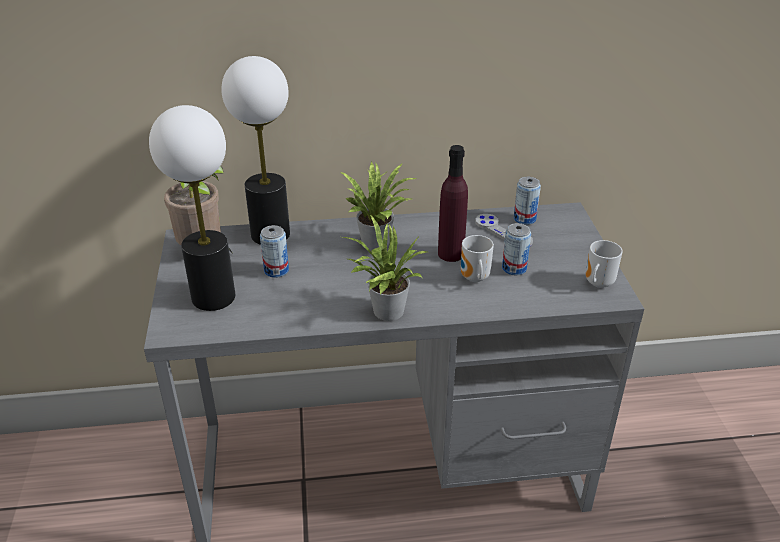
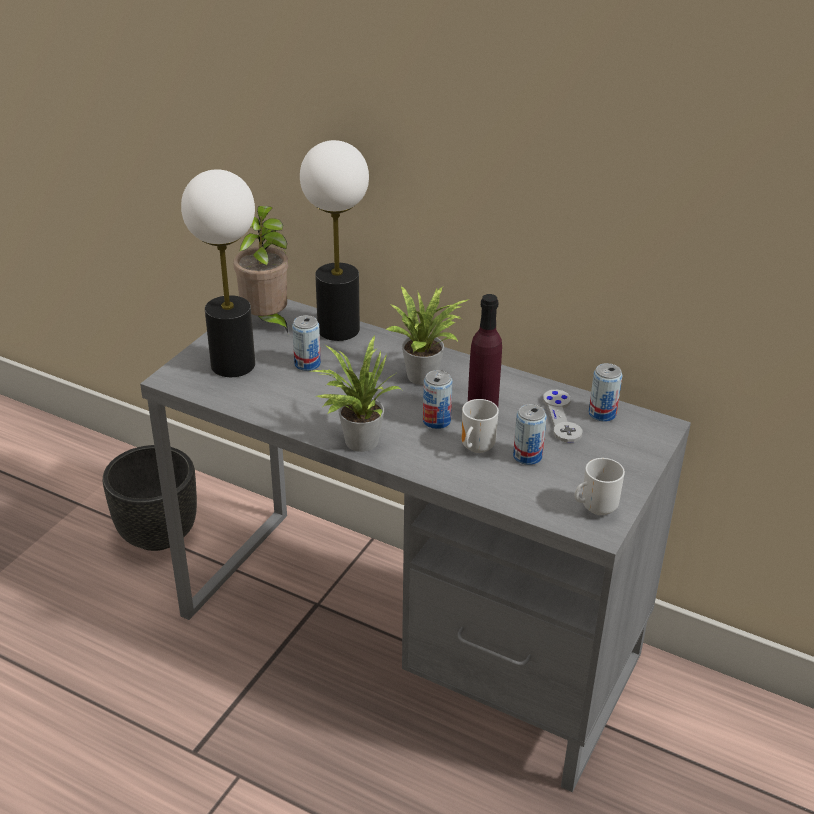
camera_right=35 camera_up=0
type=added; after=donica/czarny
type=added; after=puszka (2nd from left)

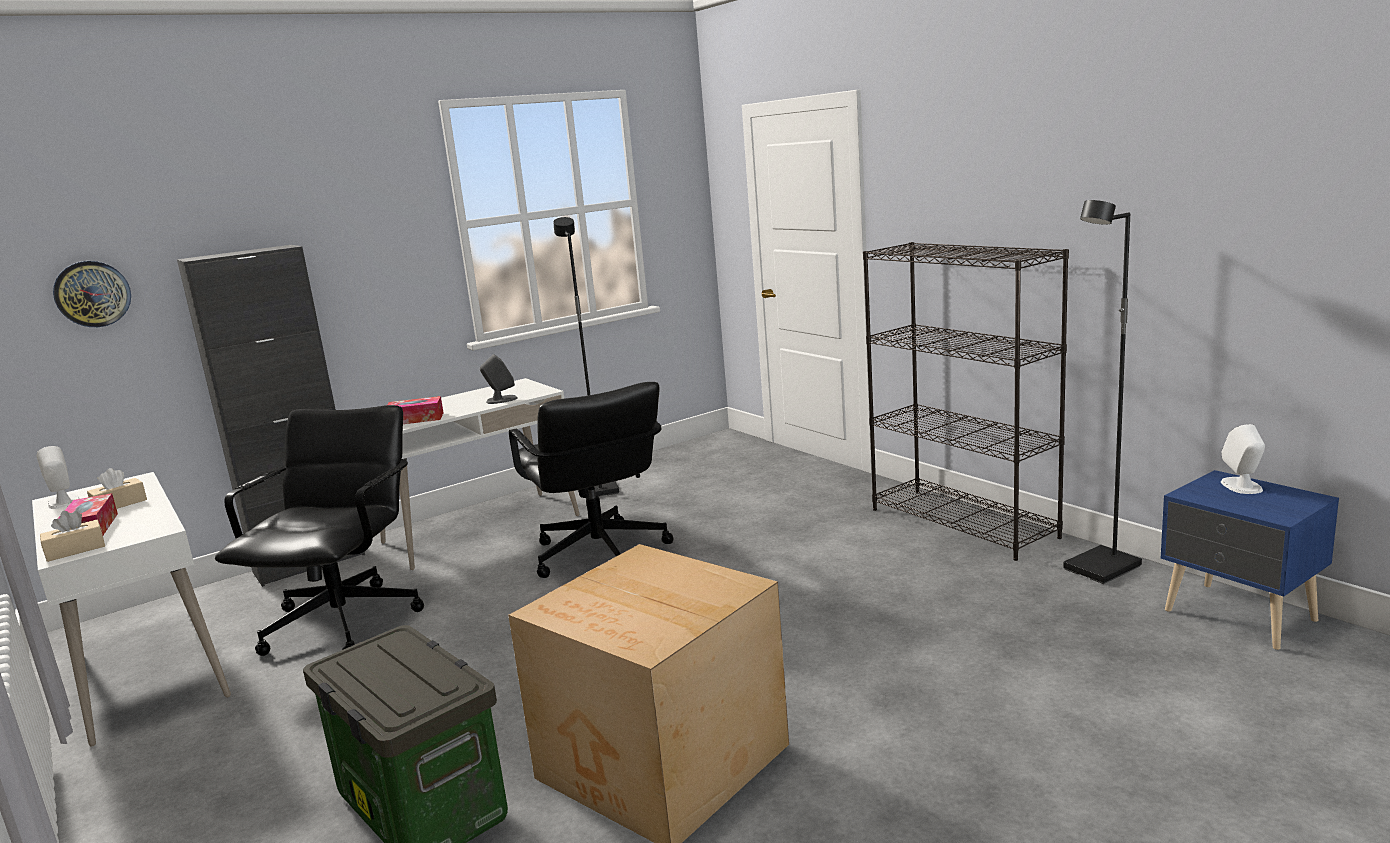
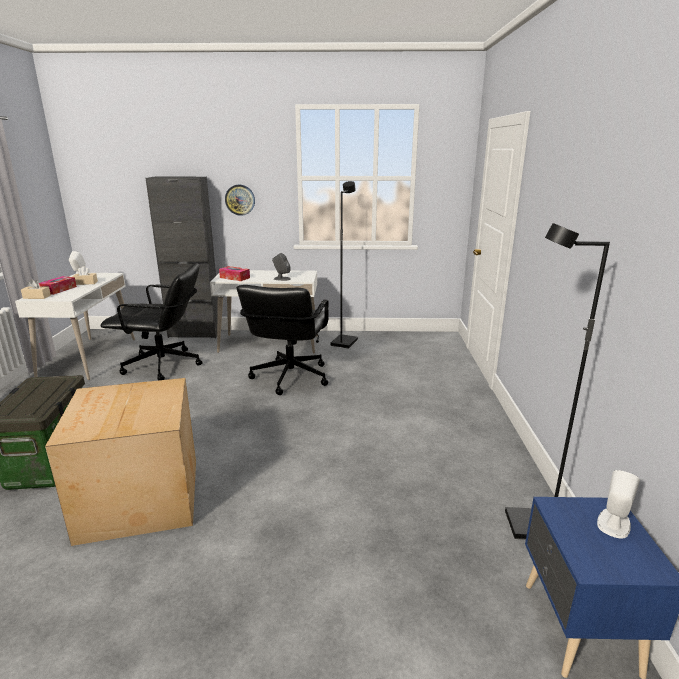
camera_right=35 camera_up=5
type=moved; before=zegar ścienny
type=turned; before=krzesło biurowe/czarny (1st from left); turn=45
type=removed; before=regał/czarny

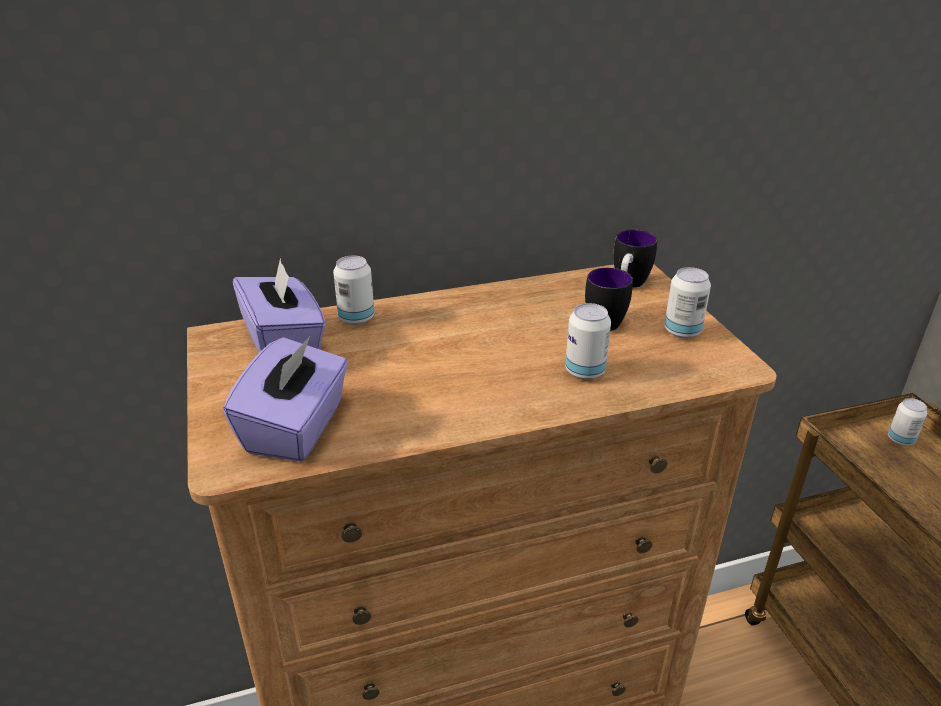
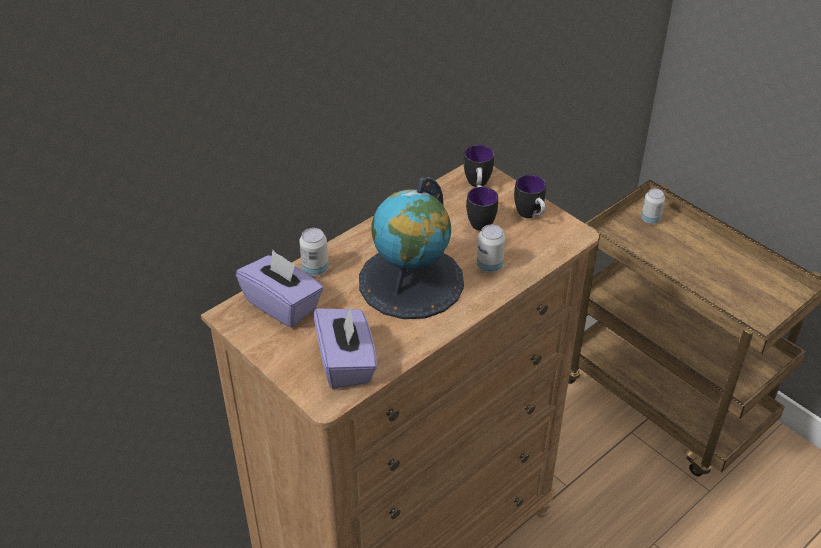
camera_right=-25 camera_up=10
type=replaced; before=puszka (3rd from left); after=kubek (3rd from left)
type=added; after=globus

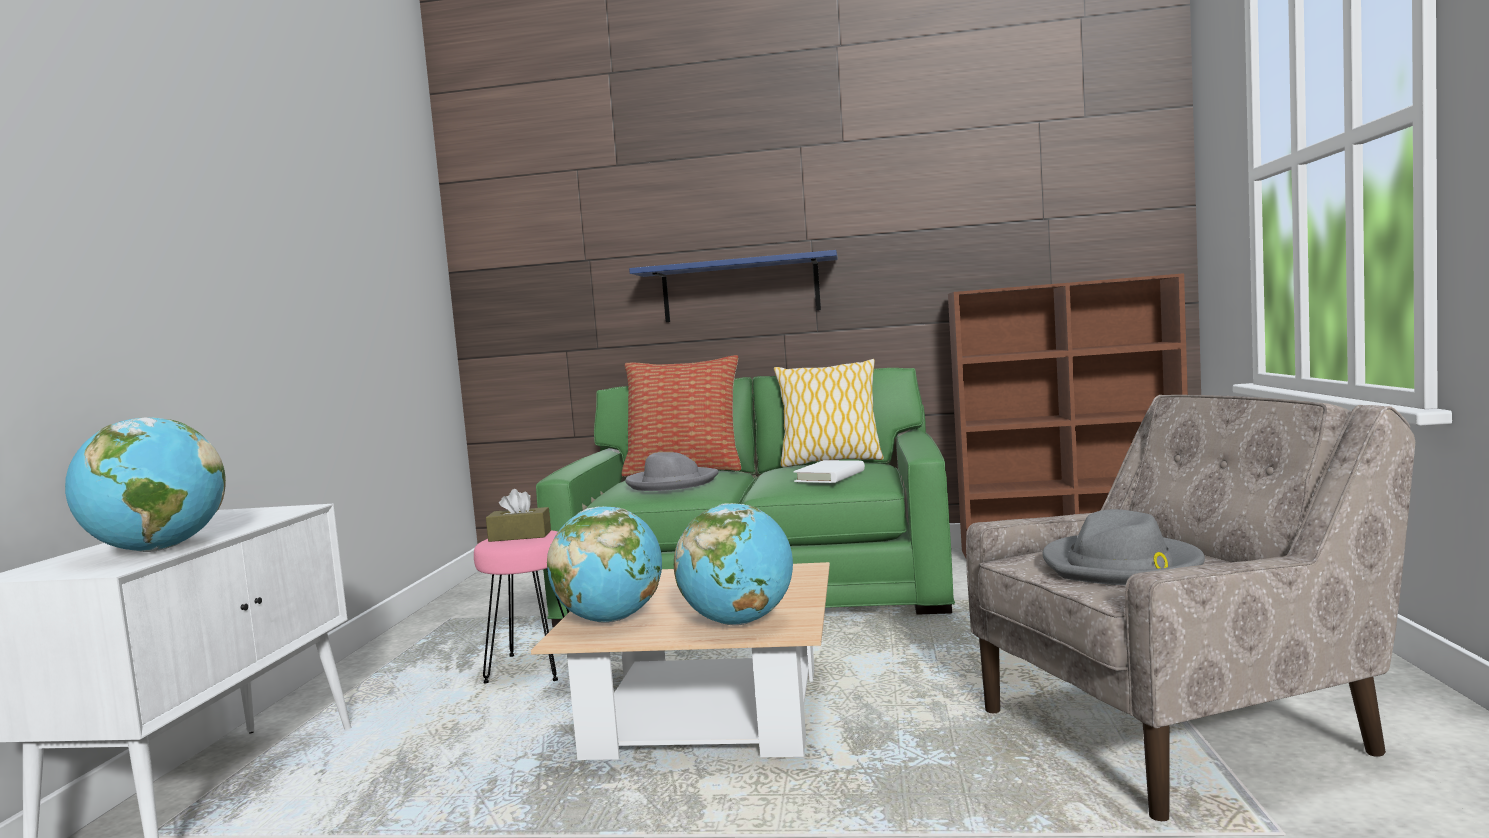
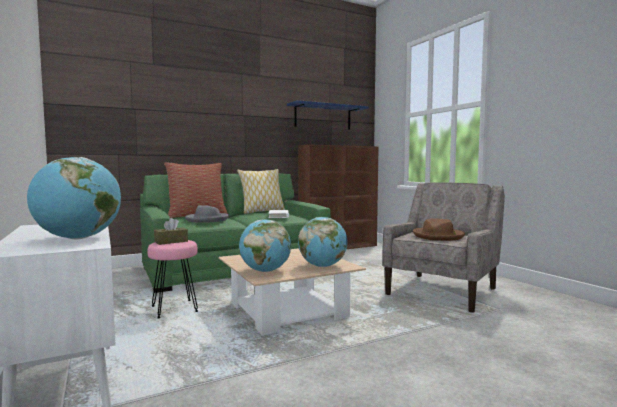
camera_right=-35 camera_up=0
type=moved; before=półka/niebieski
type=recoloured; before=kapelusz/szary (2nd from left); after=kapelusz/brązowy

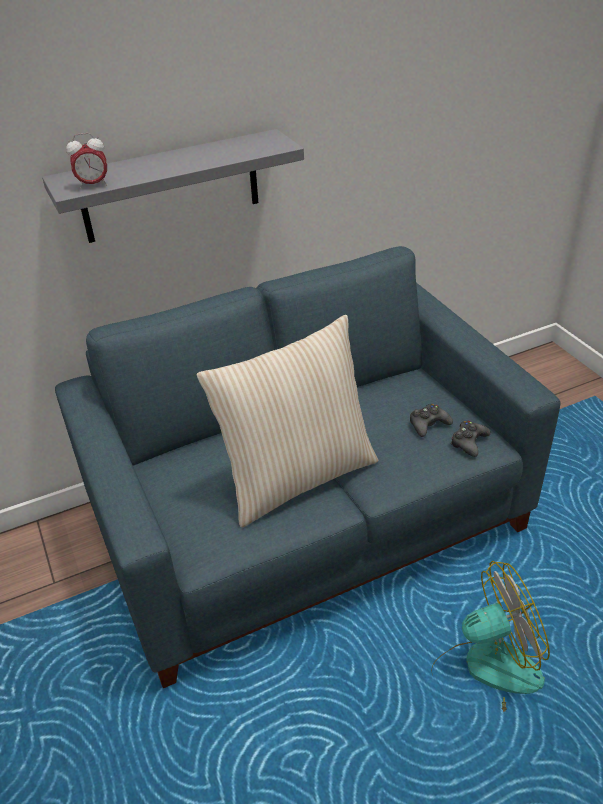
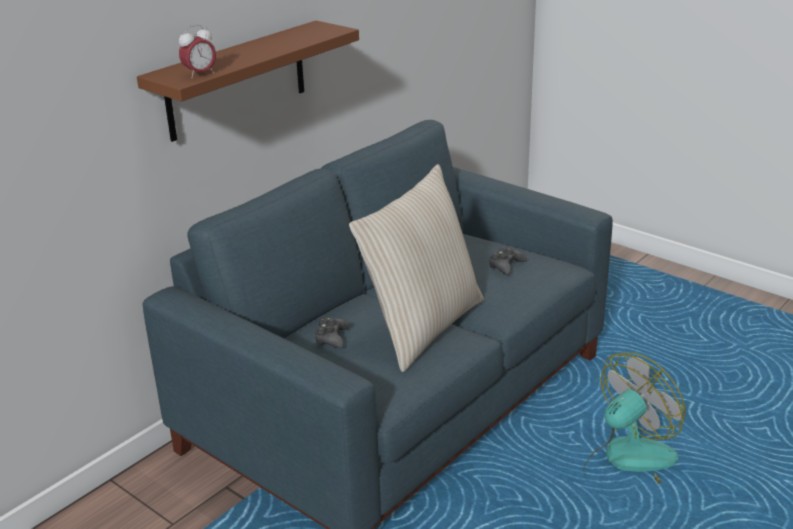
camera_right=-25 camera_up=-10
type=recoloured; before=półka/szary; after=półka/brązowy
type=moved; before=pad do gier/czarny (2nd from left in the first image); after=pad do gier/czarny (1st from left)

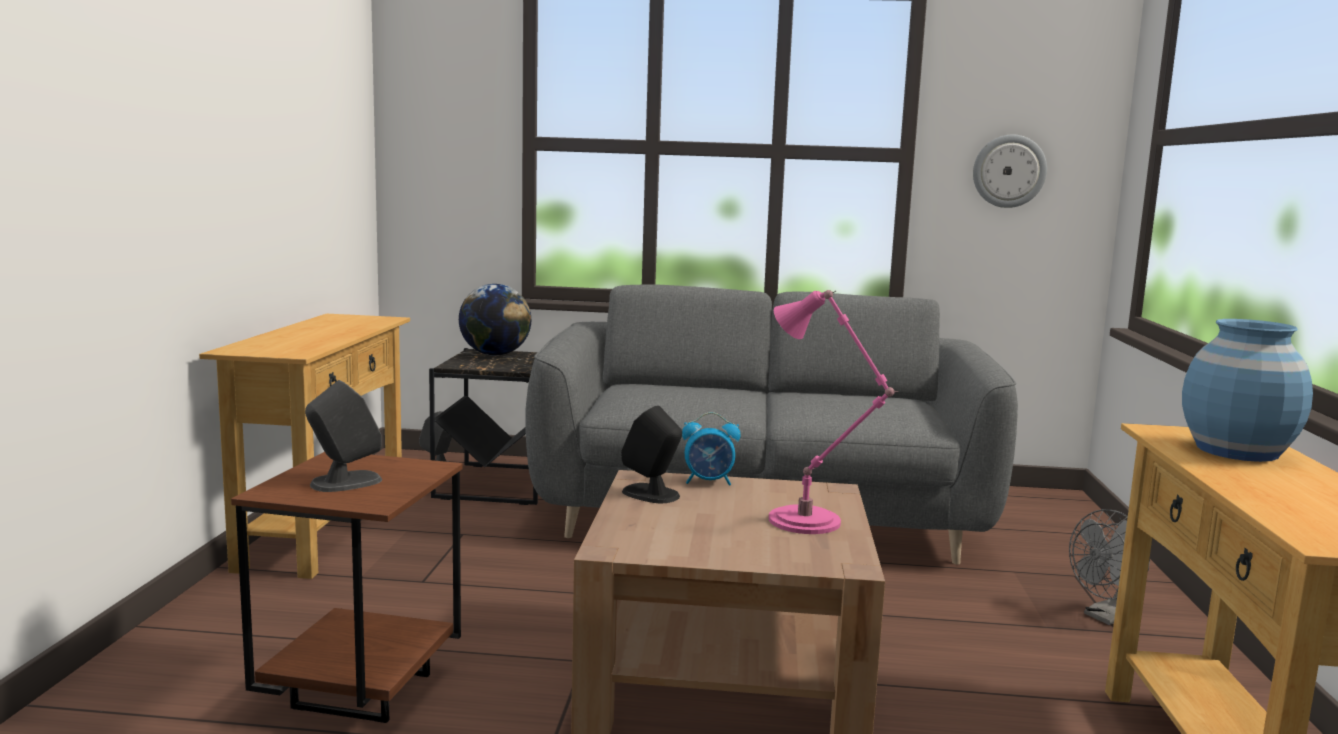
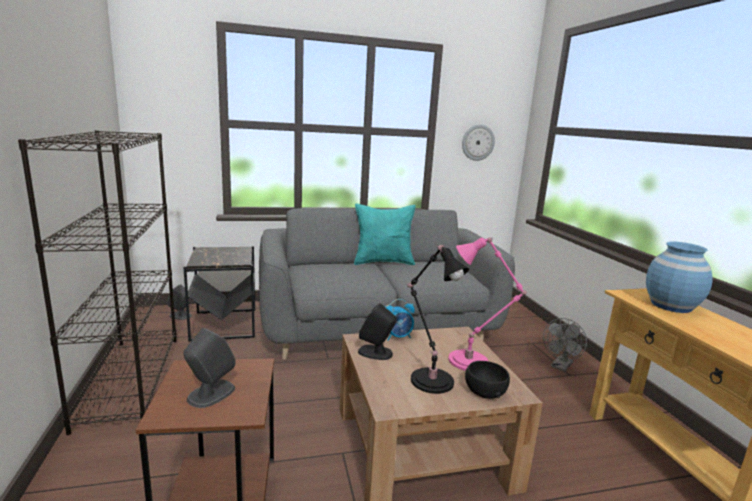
camera_right=-20 camera_up=5
type=replaced; before=stolik konsolowy/beżowy (1st from left); after=regał/czarny
type=removed; before=globus
type=added; after=poduszka/turkusowy
type=added; after=lampa stołowa/czarny
type=added; after=miska/czarny

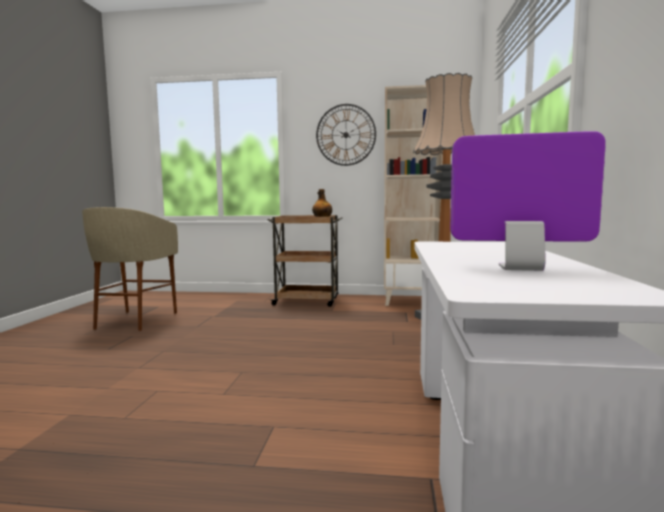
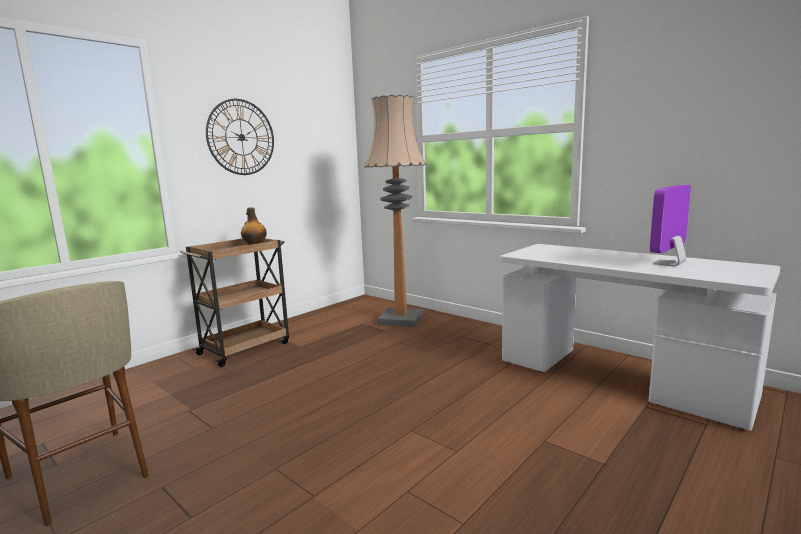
camera_right=-55 camera_up=5
type=removed; before=regał/beżowy

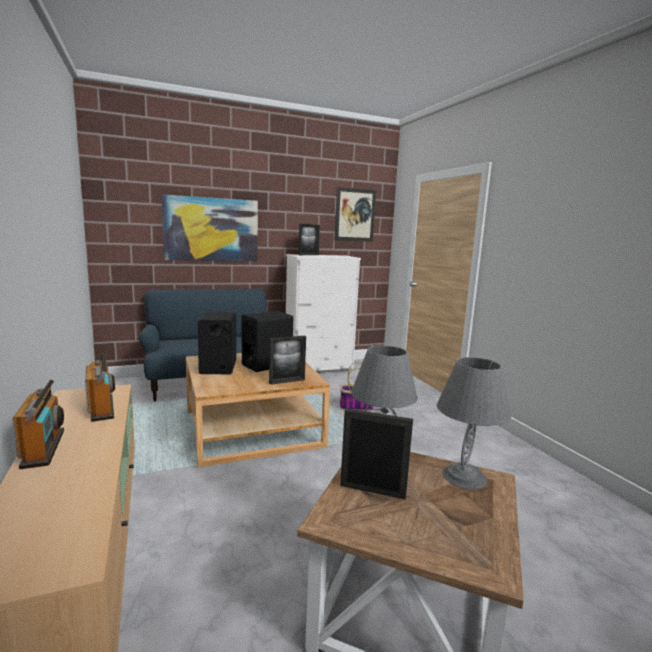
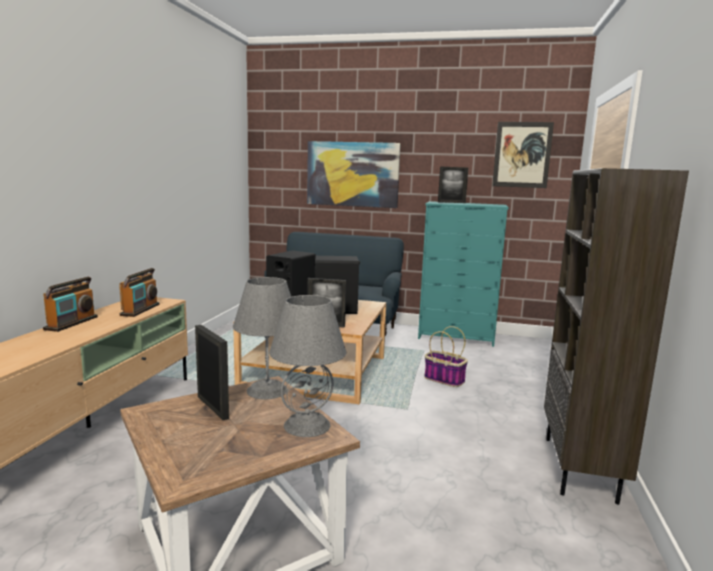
camera_right=35 camera_up=0
type=recoloured; before=komoda/biały; after=komoda/turkusowy
type=added; after=regał/brązowy

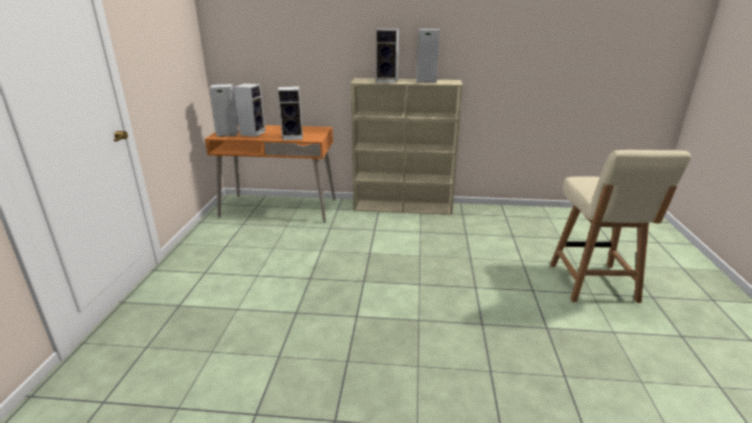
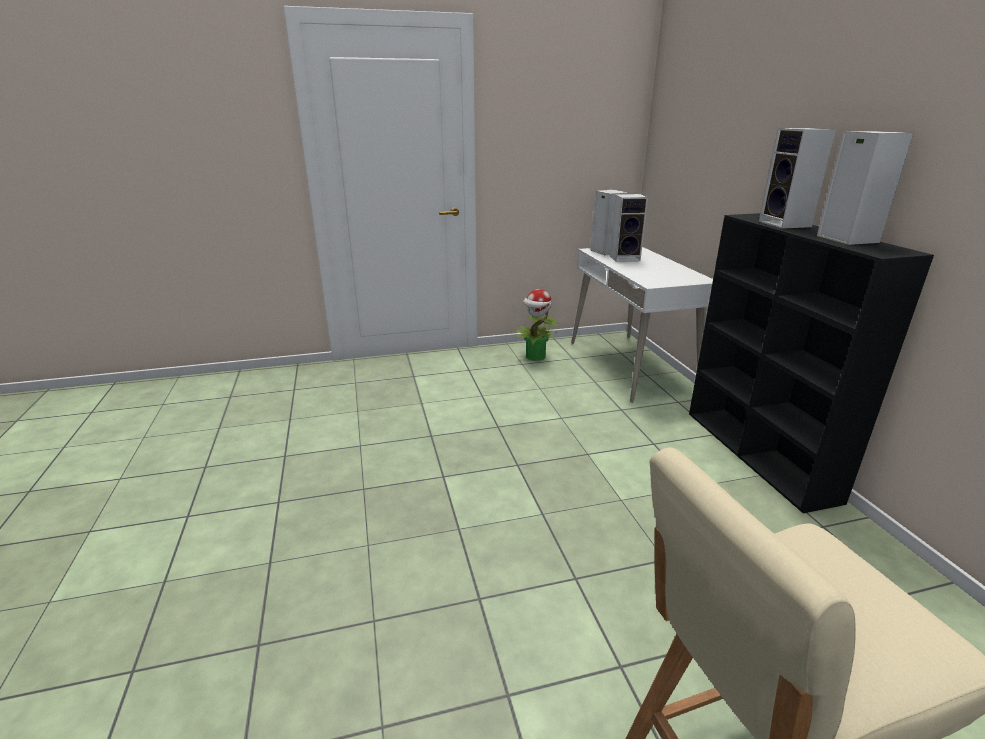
camera_right=70 camera_up=0
type=recoloured; before=biurko/pomarańczowy; after=biurko/biały
type=removed; before=głośnik (3rd from left)
type=recoloured; before=regał/beżowy; after=regał/czarny
type=added; after=roślina doniczkowa

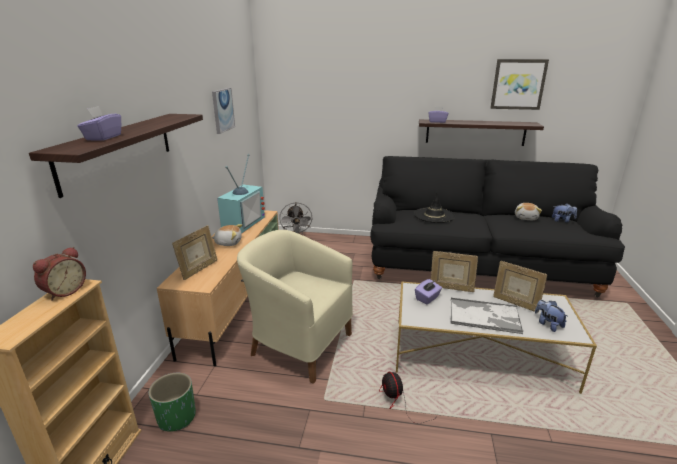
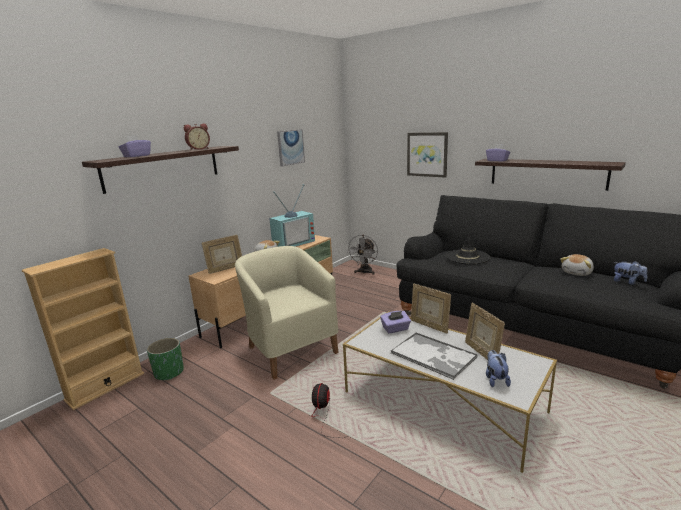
camera_right=30 camera_up=-5
type=moved; before=budzik
type=moved; before=obraz (2nd from left)

